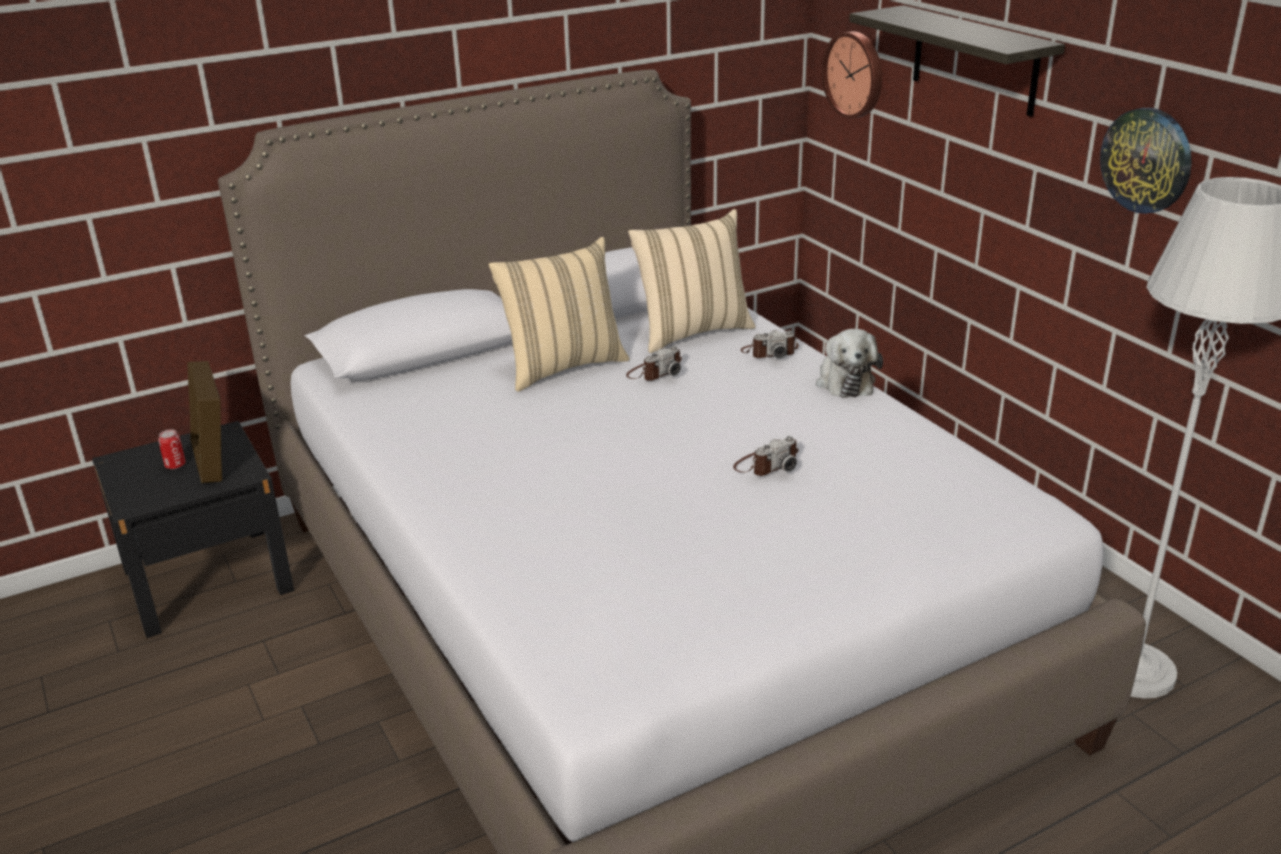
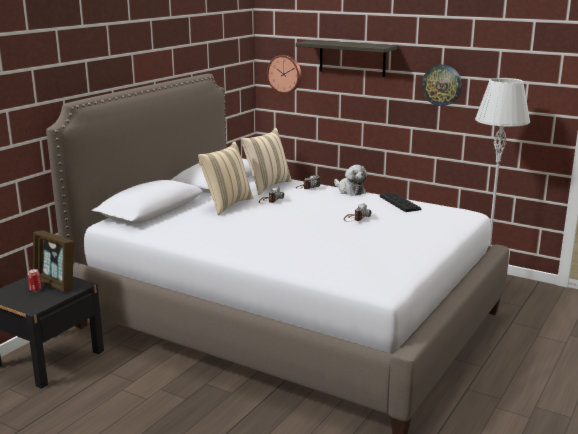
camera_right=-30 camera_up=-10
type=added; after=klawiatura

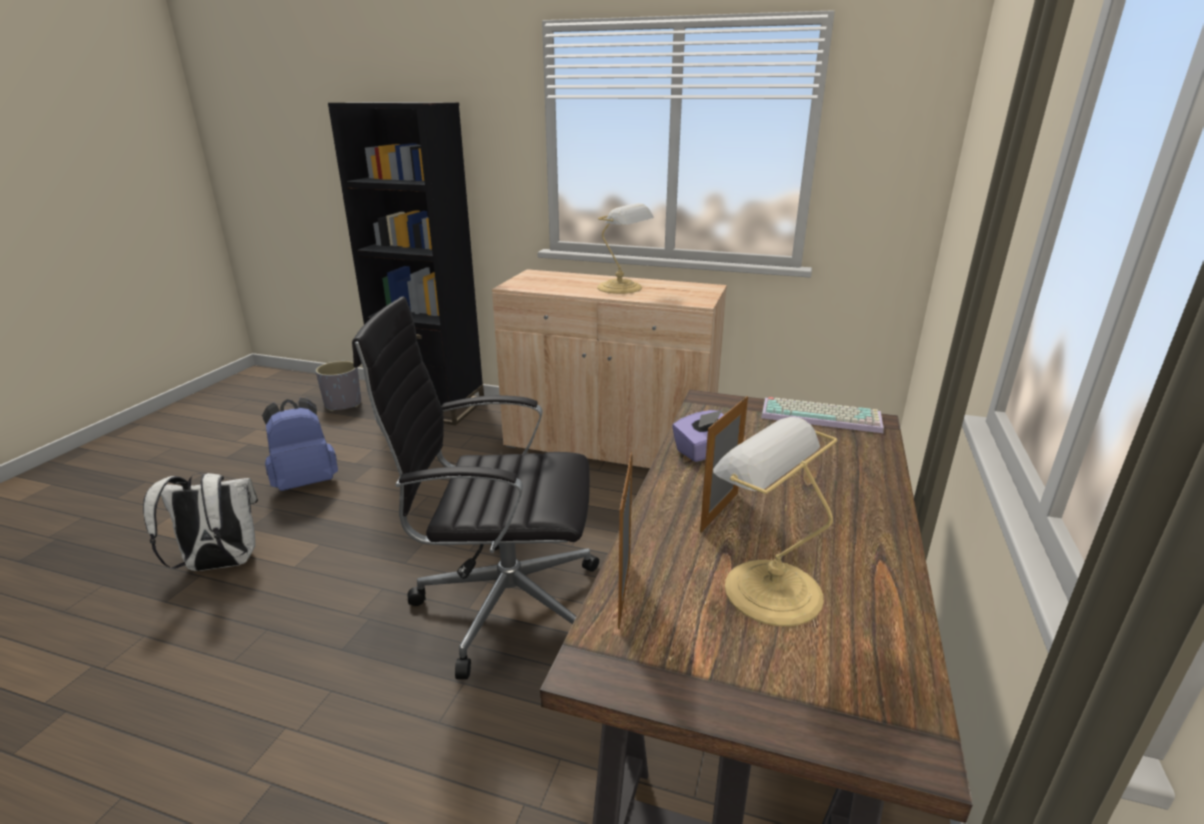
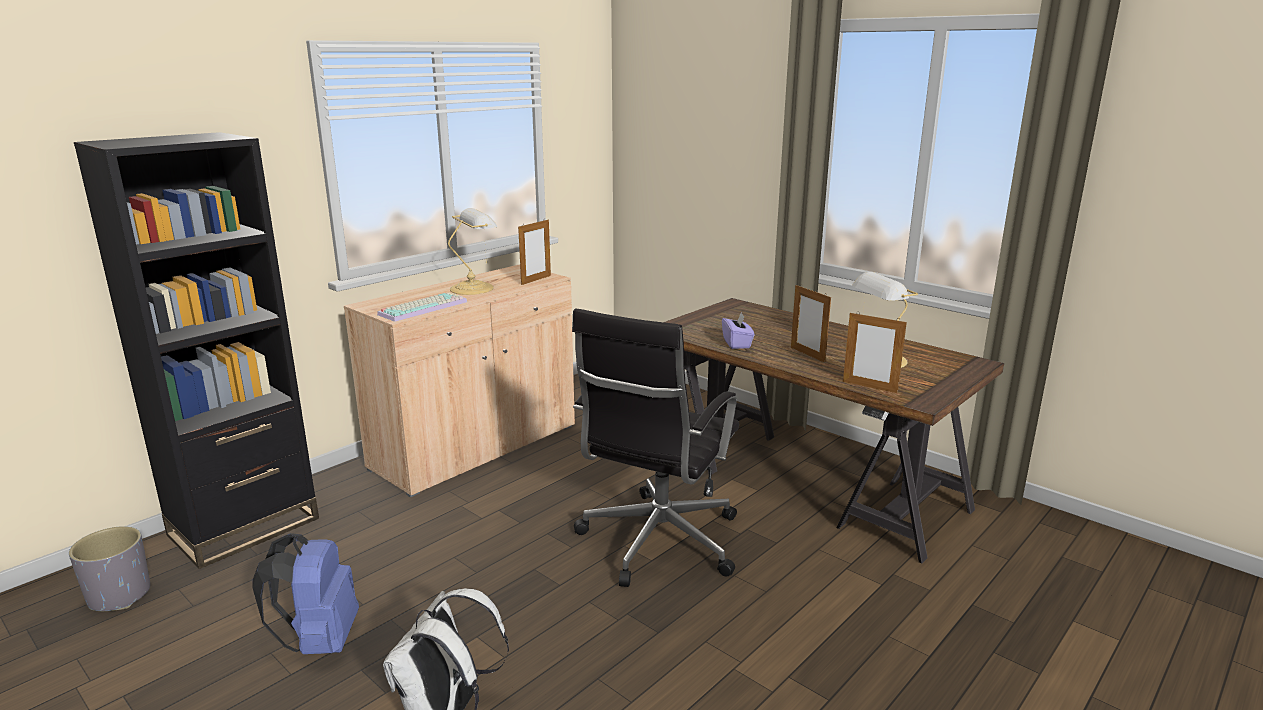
camera_right=-65 camera_up=-5
type=moved; before=klawiatura
type=added; after=ramka na zdjęcie (1st from left)

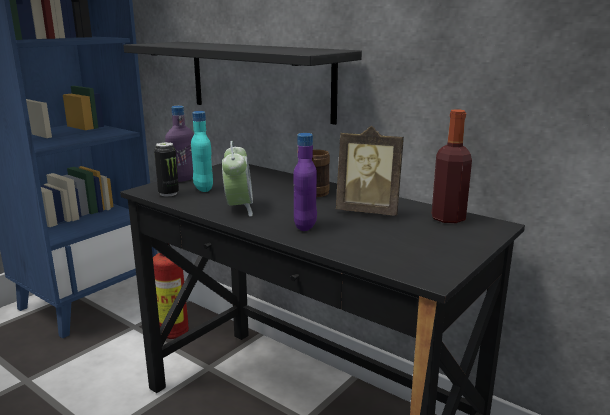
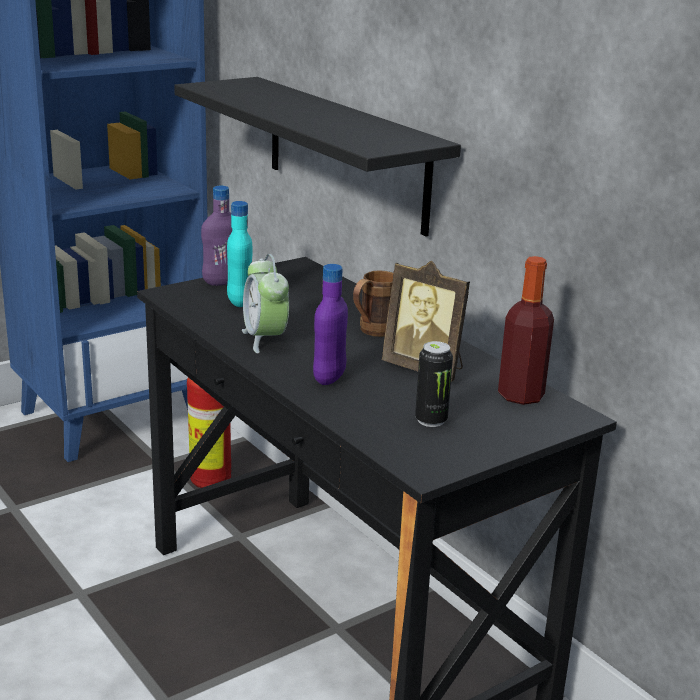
camera_right=15 camera_up=5
type=moved; before=puszka
type=turned; before=budzik; turn=150

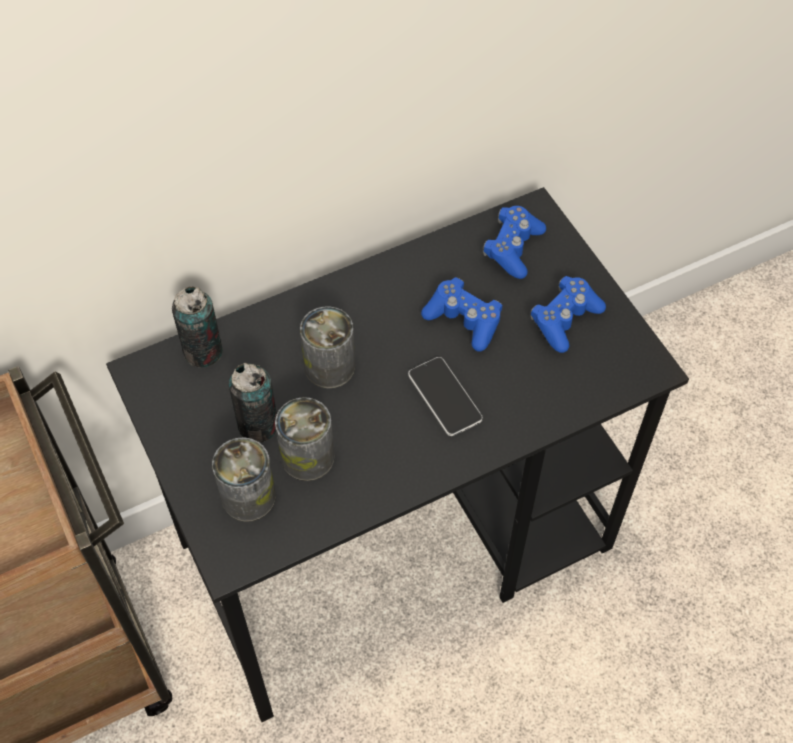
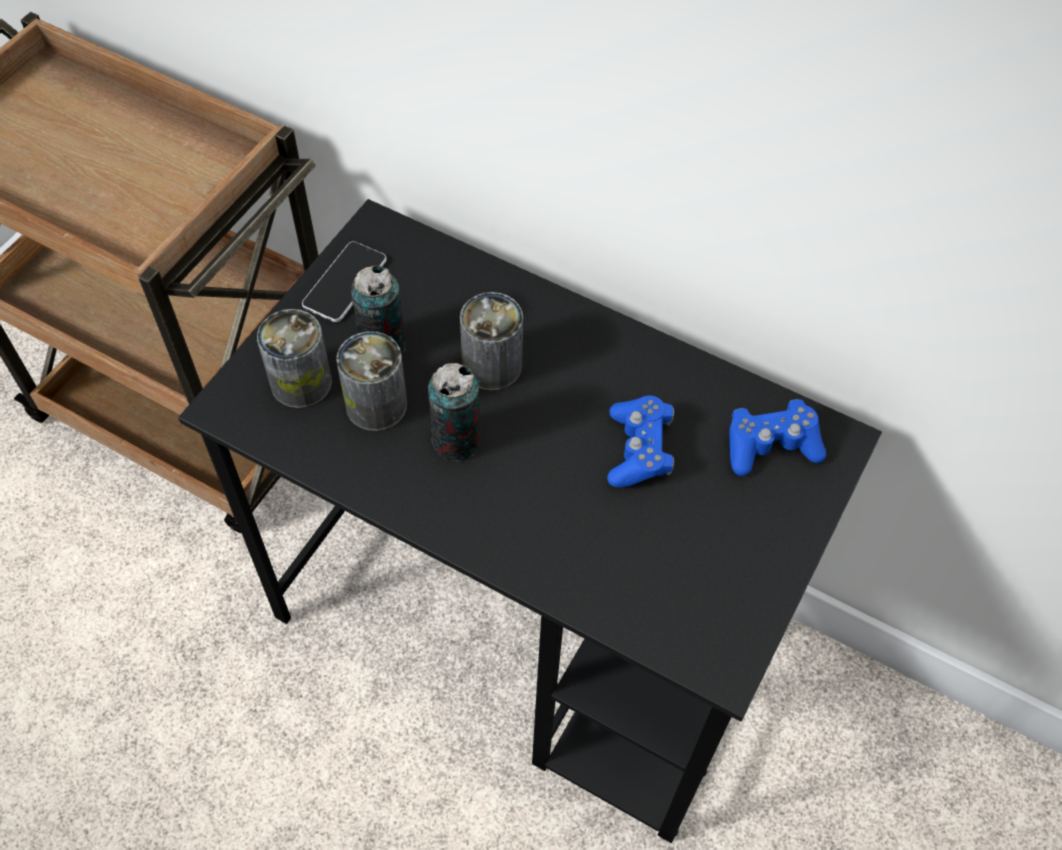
camera_right=55 camera_up=0
type=moved; before=puszka (1st from left in the first image); after=puszka (4th from left)
type=moved; before=telefon
type=removed; before=pad do gier/niebieski (3rd from left)

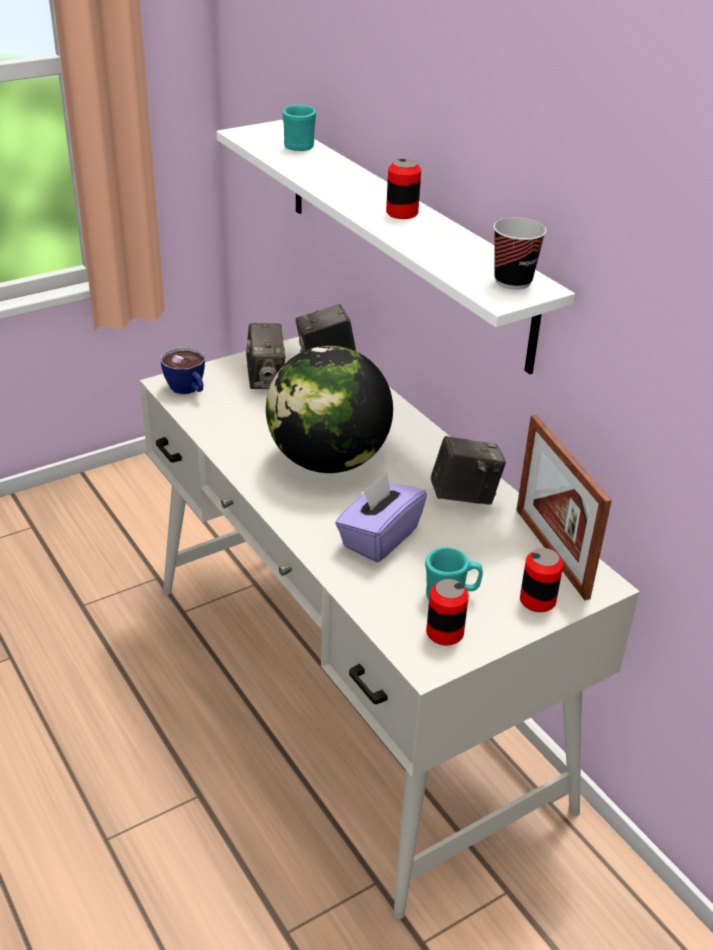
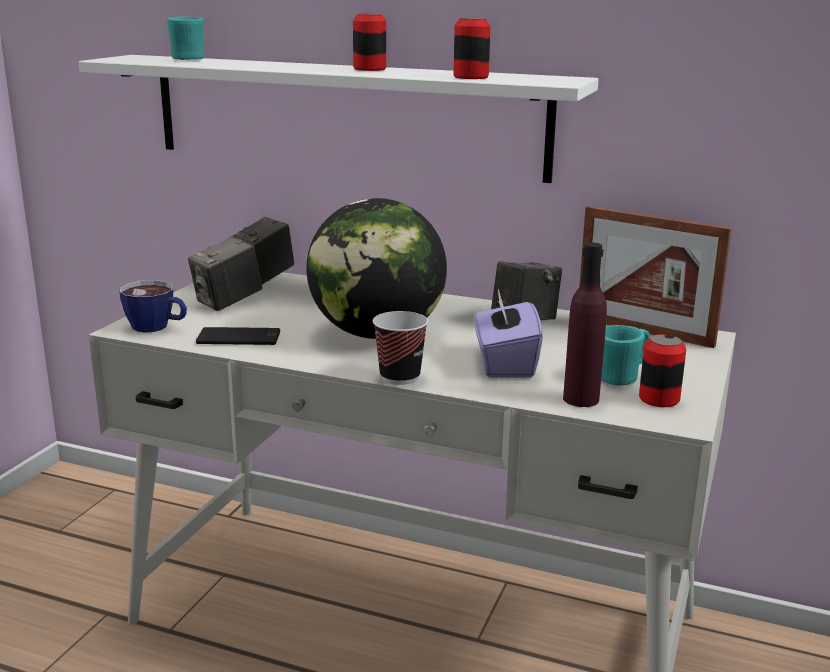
camera_right=-35 camera_up=-15
type=turned; before=aparat fotograficzny (1st from left); turn=90
type=moved; before=filiżanka (2nd from left)
type=moved; before=puszka (3rd from left in the first image); after=puszka (2nd from left)
type=added; after=telefon
type=added; after=butelka/fioletowy

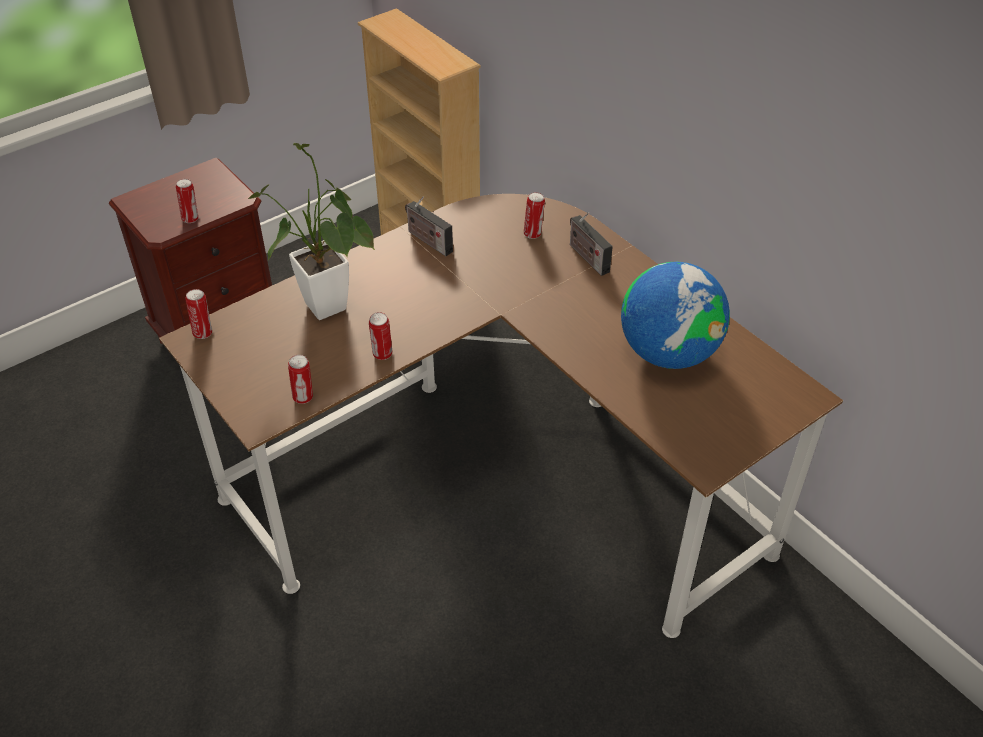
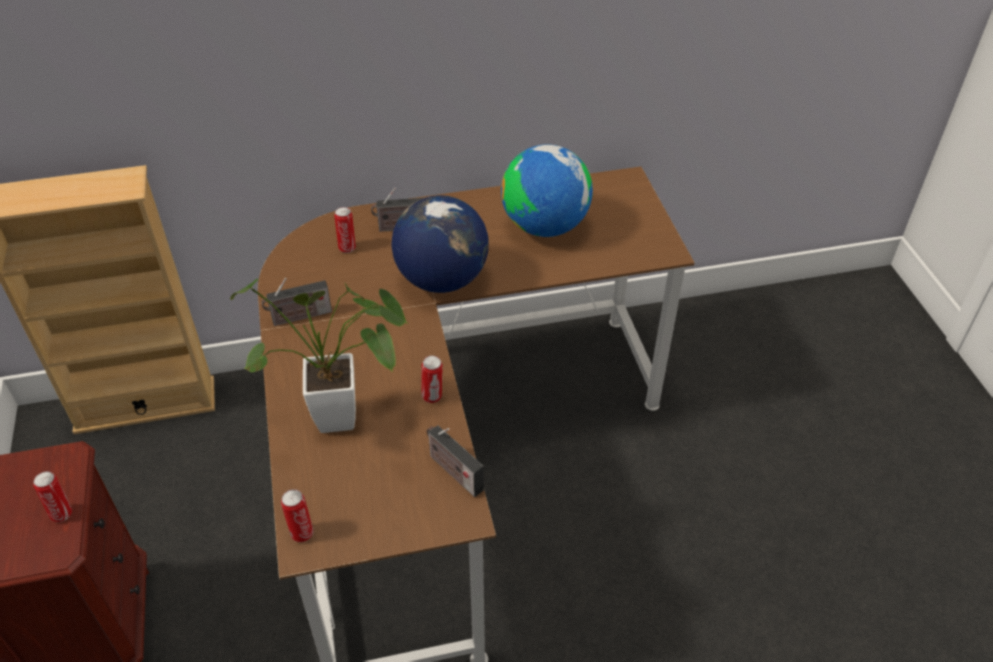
camera_right=-65 camera_up=0
type=replaced; before=puszka (3rd from left); after=radio (3rd from left)
type=added; after=globus (1st from left)

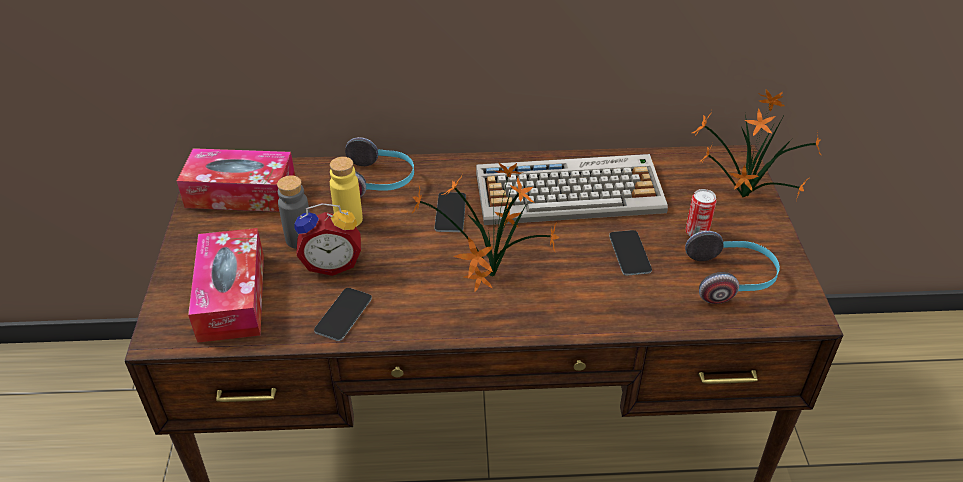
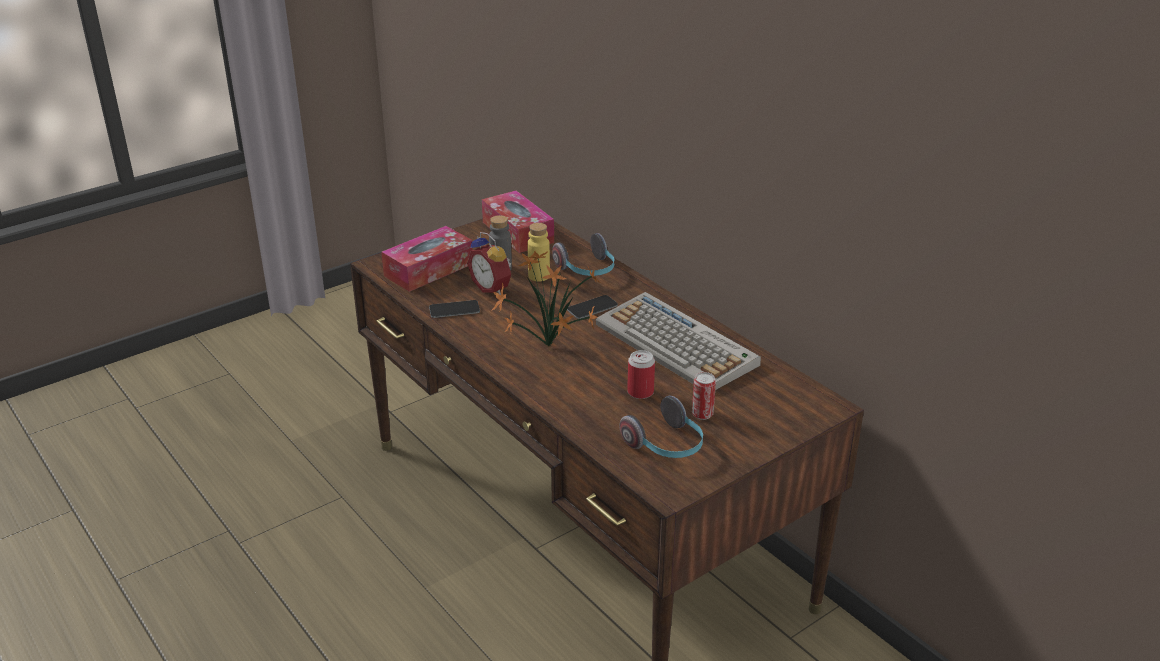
camera_right=55 camera_up=-10
type=replaced; before=telefon (3rd from left); after=puszka (1st from left)
type=removed; before=roślina doniczkowa (2nd from left)

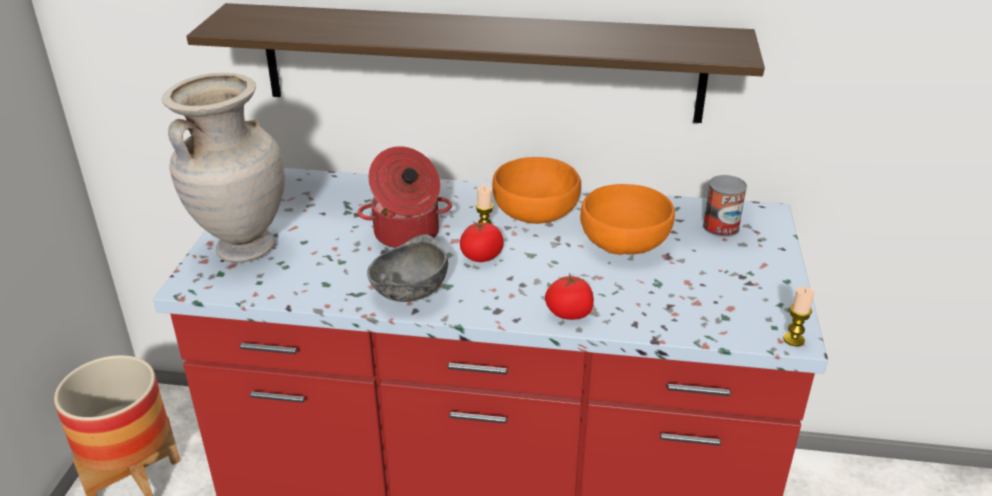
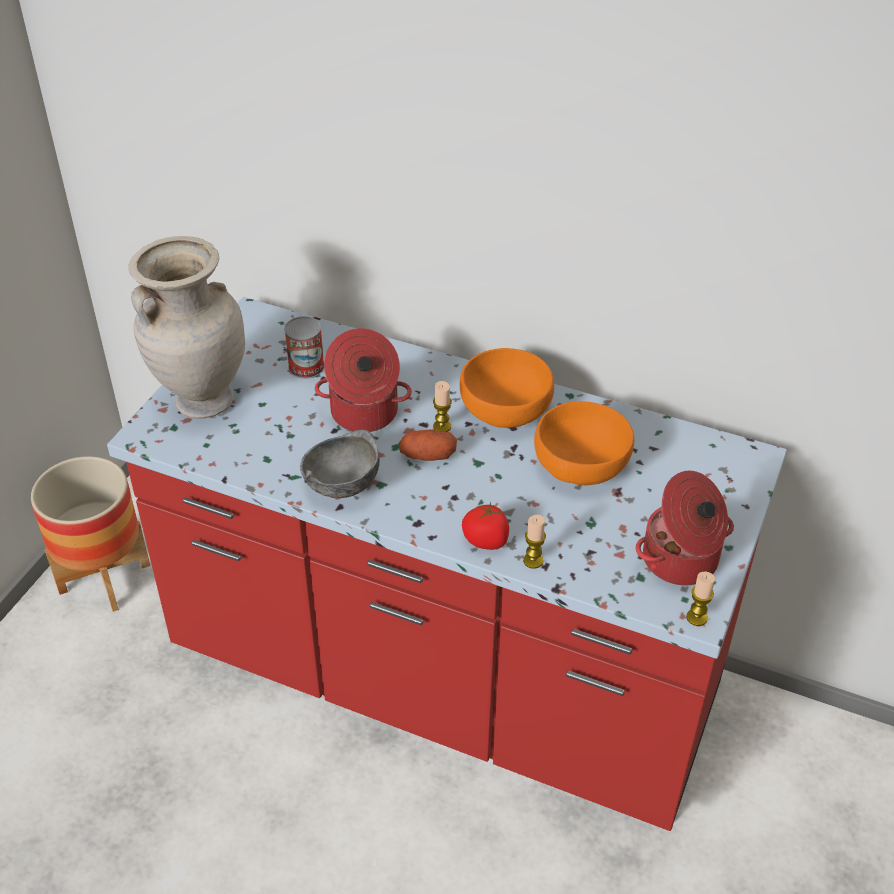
camera_right=15 camera_up=10
type=removed; before=półka
type=replaced; before=pomidor (1st from left); after=ziemniak
type=moved; before=puszka
type=added; after=świeca (2nd from left)
type=added; after=garnek (2nd from left)

